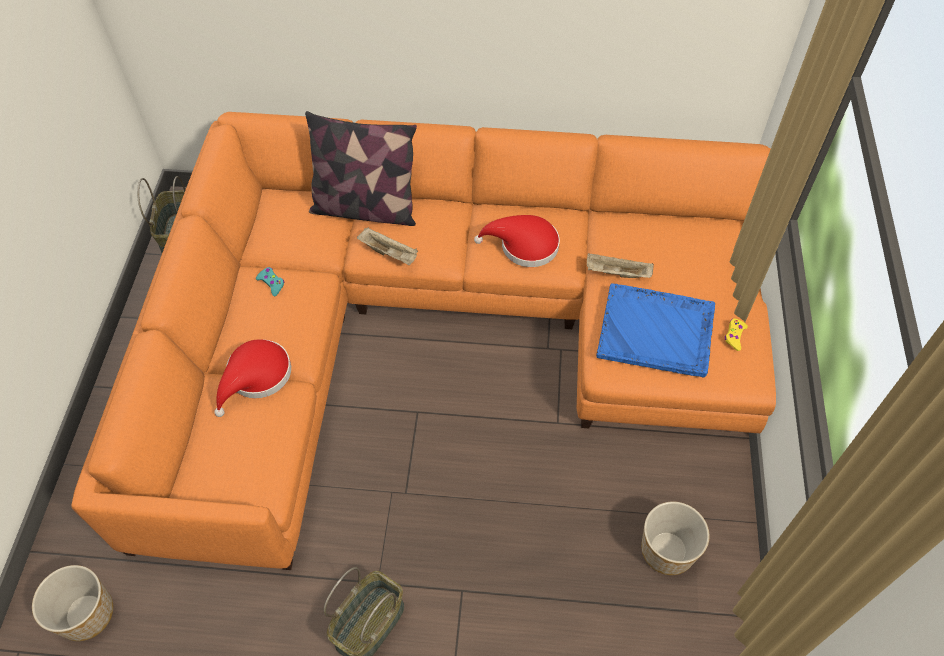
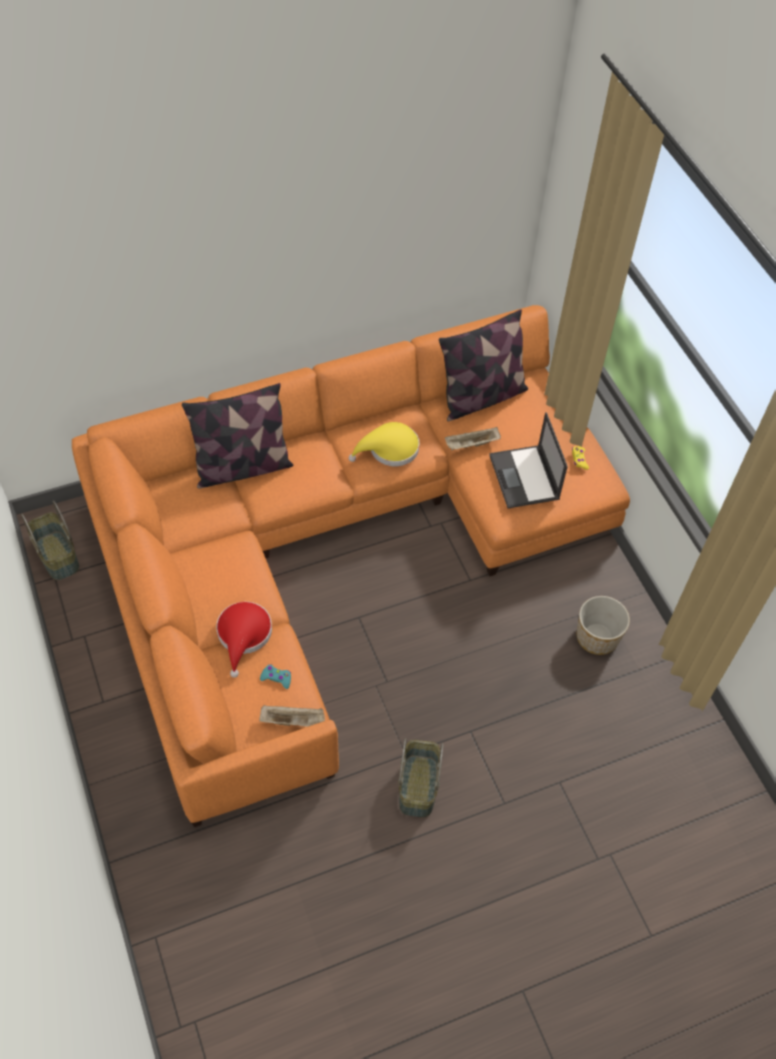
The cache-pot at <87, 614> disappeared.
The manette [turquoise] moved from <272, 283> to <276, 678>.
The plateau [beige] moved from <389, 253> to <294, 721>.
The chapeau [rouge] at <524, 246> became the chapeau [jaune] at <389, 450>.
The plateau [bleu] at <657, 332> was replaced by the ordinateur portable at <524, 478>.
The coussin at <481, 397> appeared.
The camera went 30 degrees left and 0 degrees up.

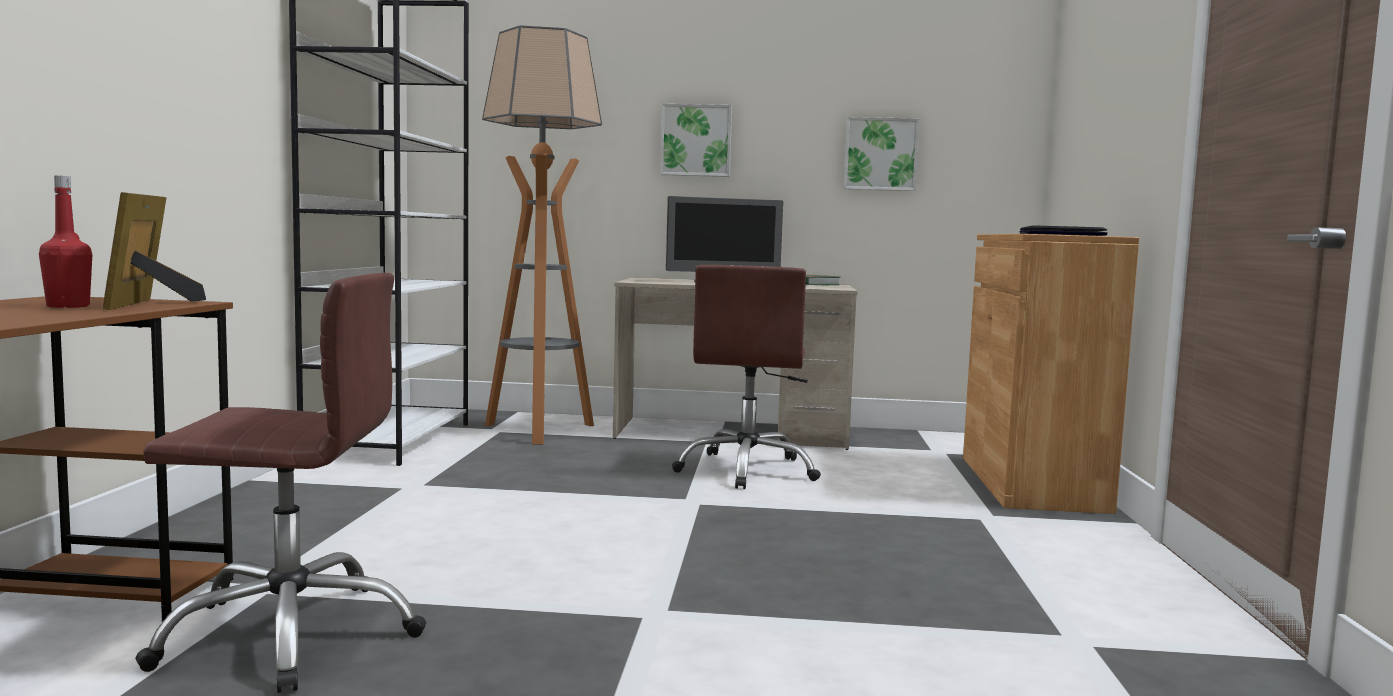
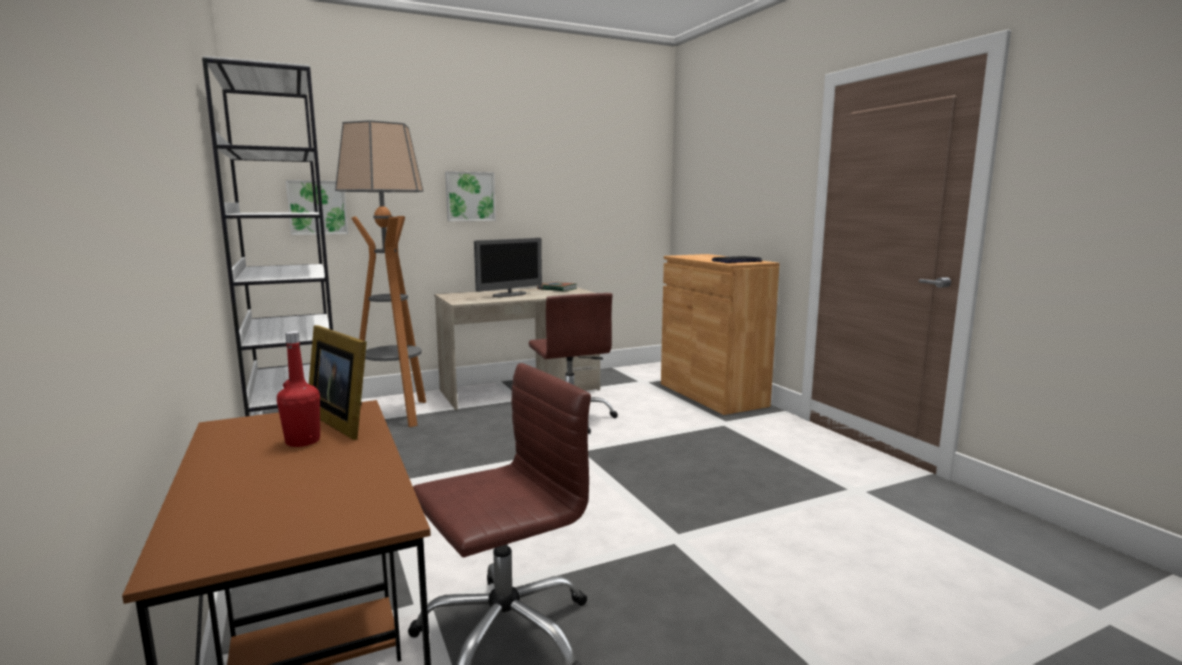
The tableau moved from <880, 154> to <317, 207>.
The camera went 30 degrees left and 5 degrees up.

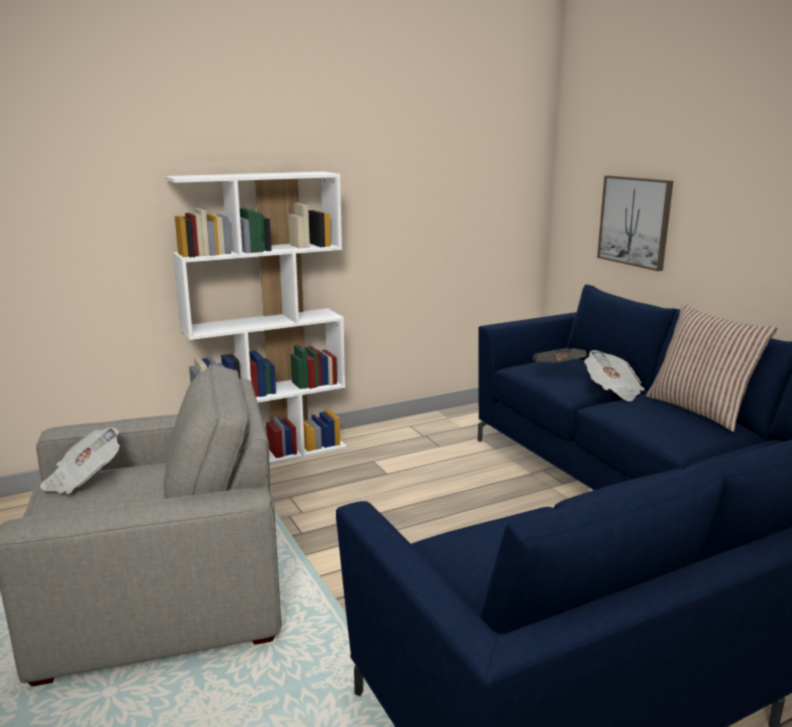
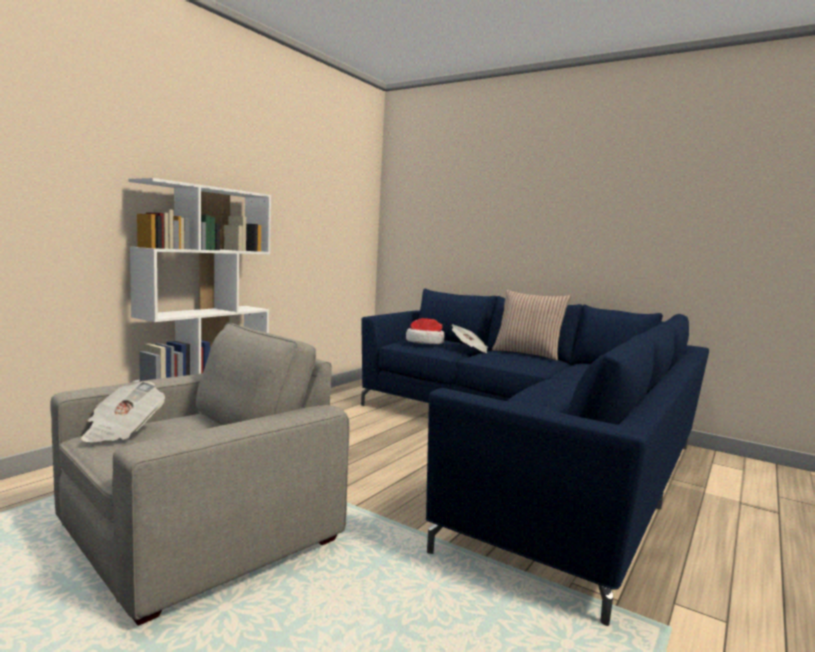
The journal at <558, 370> was replaced by the chapeau at <425, 342>.
The tableau at <635, 221> disappeared.
The camera went 30 degrees left and 10 degrees down.

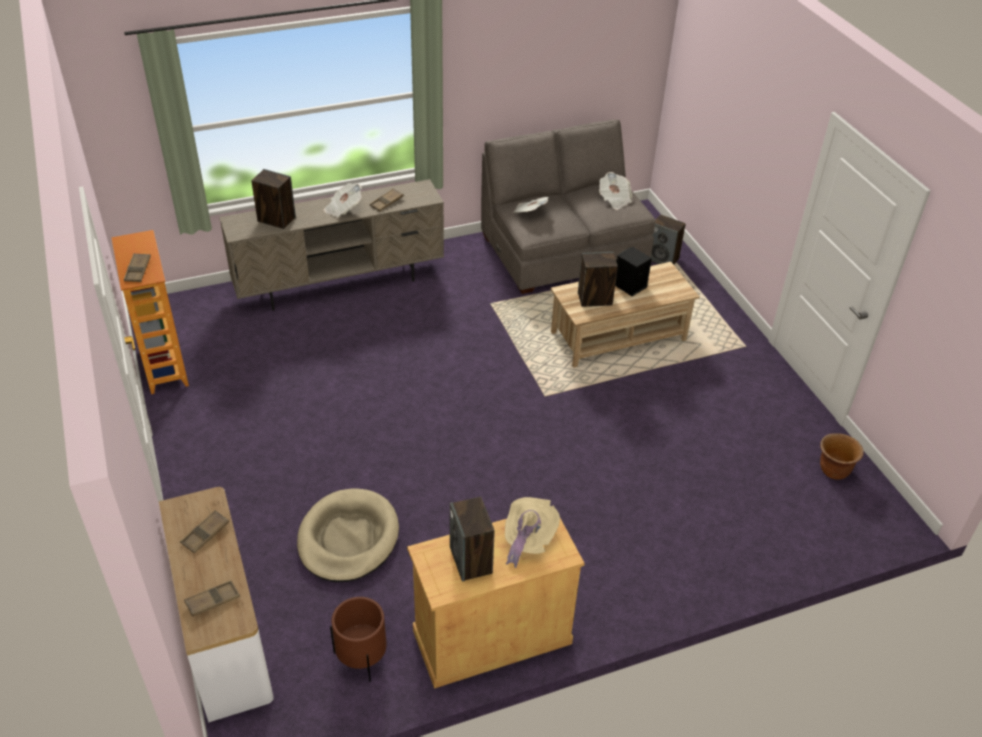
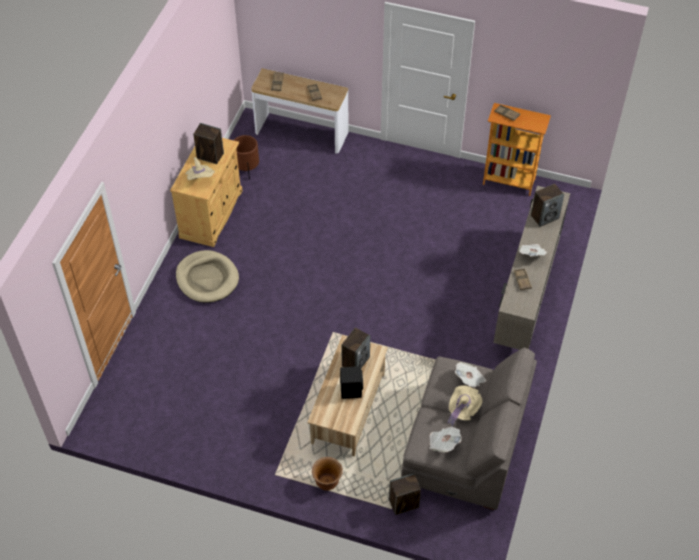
The panier pour chien [beige] moved from <348, 538> to <207, 278>.
The cache-pot [marron] moved from <833, 471> to <327, 482>.
The chapeau [beige] at <462, 410> appeared.
The camera went 130 degrees right and 10 degrees up.

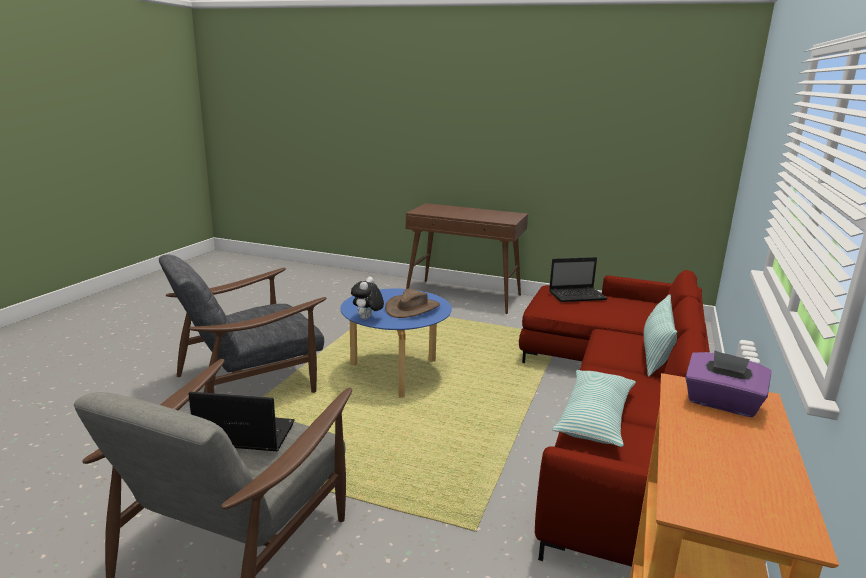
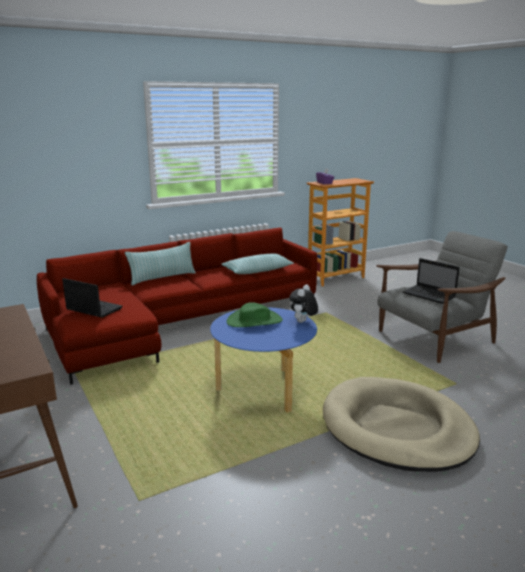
The fauteuil [gris] at <250, 382> was replaced by the panier pour chien [beige] at <397, 428>.
The peluche at <367, 319> turned 150 degrees clockwise.
The chapeau [marron] at <412, 308> became the chapeau [vert] at <254, 321>.
The camera went 140 degrees left and 0 degrees up.

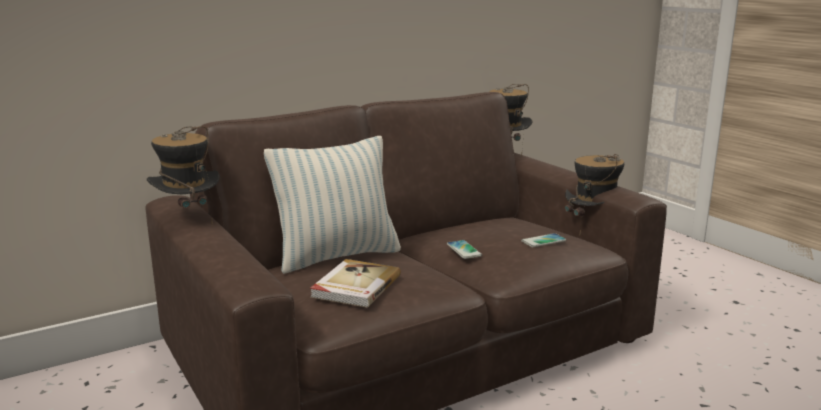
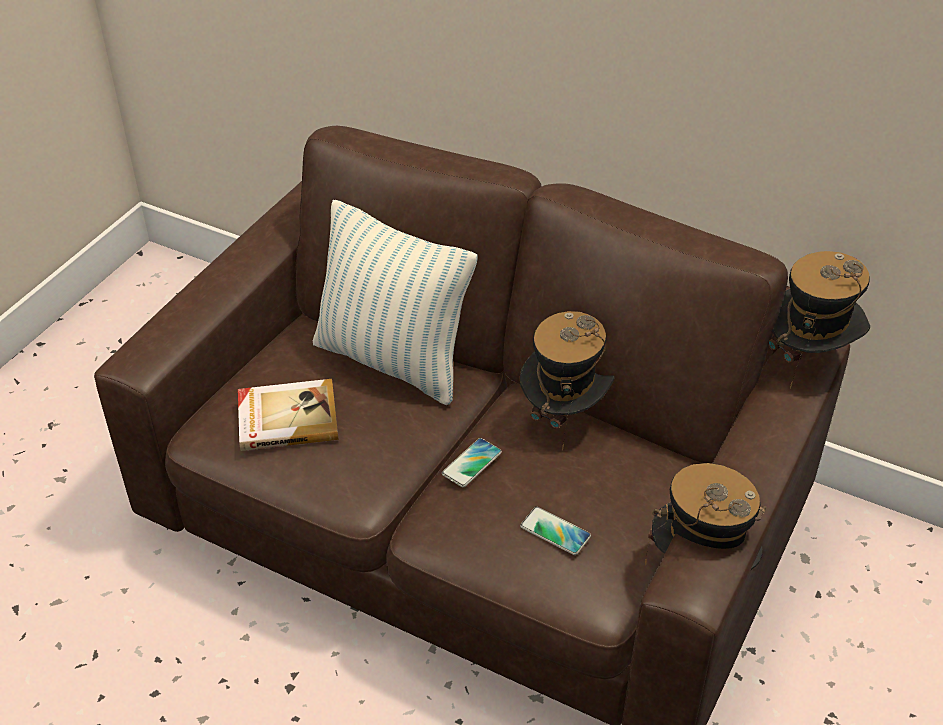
The chapeau moved from <187, 218> to <564, 415>.
The camera went 60 degrees right and 25 degrees up.

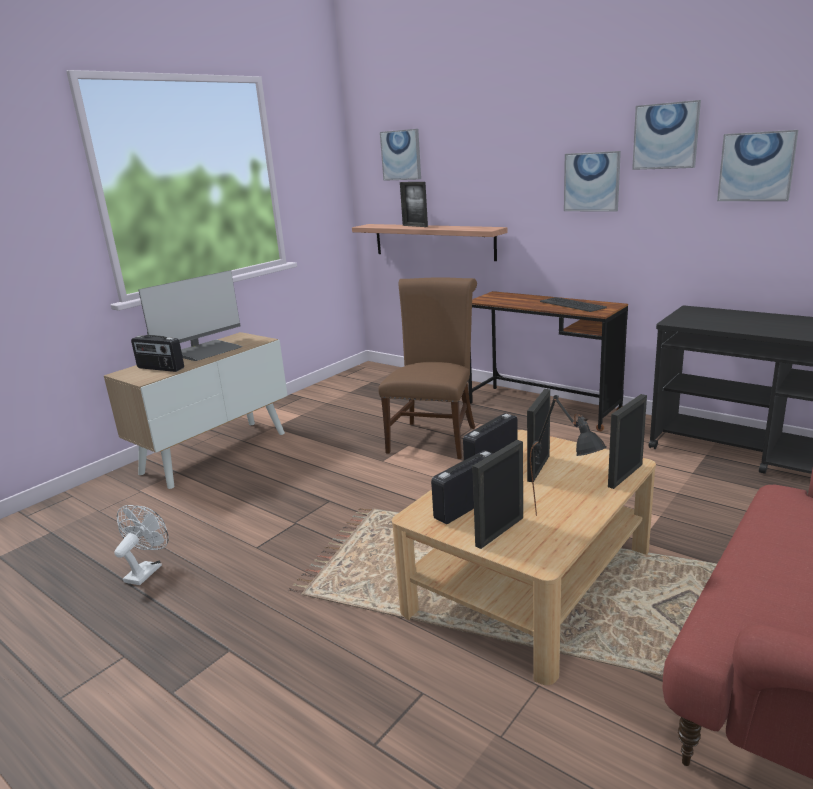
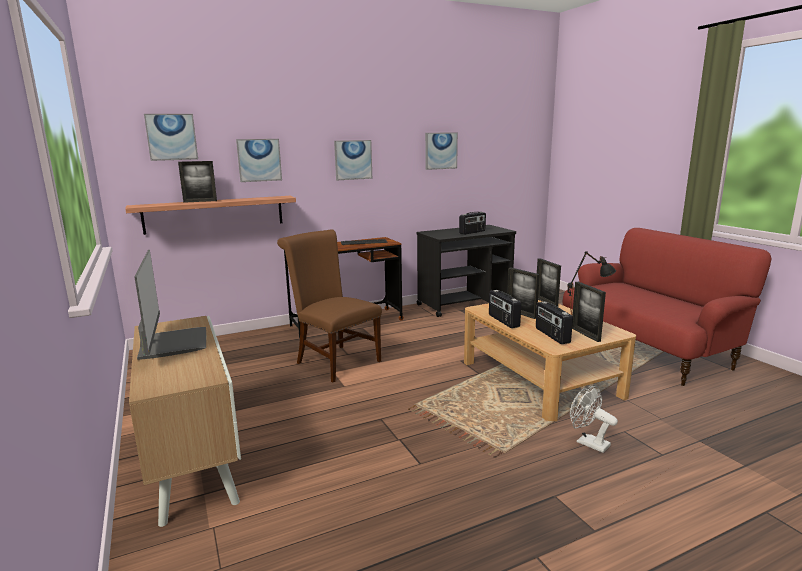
The ventilateur [blanc] moved from <147, 570> to <588, 442>.
The radio moved from <160, 368> to <472, 232>.
The tableau moved from <665, 136> to <259, 160>.
The camera went 65 degrees left and 5 degrees down.

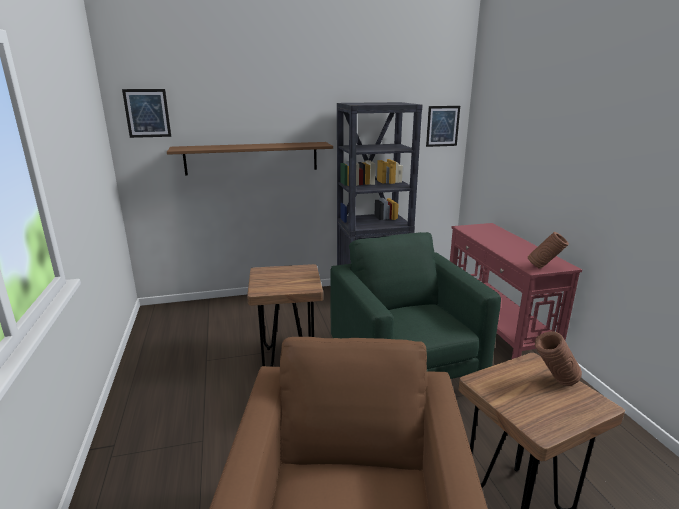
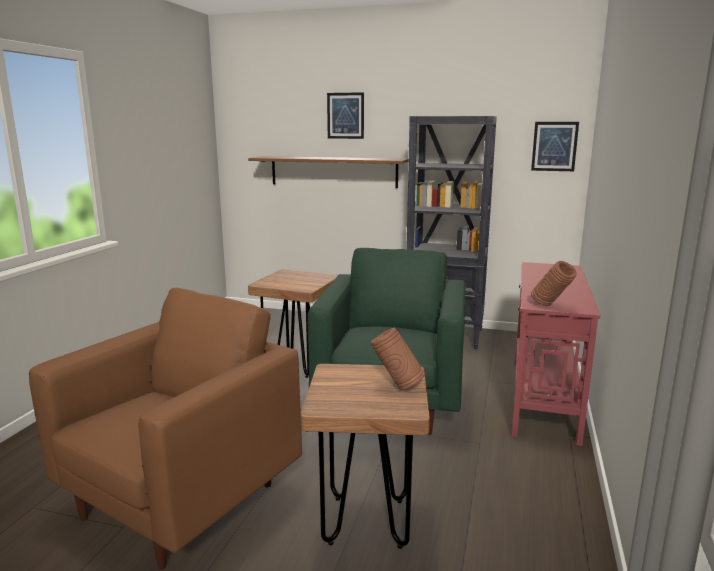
The tableau moved from <147, 113> to <345, 115>.
The camera went 30 degrees right and 5 degrees down.

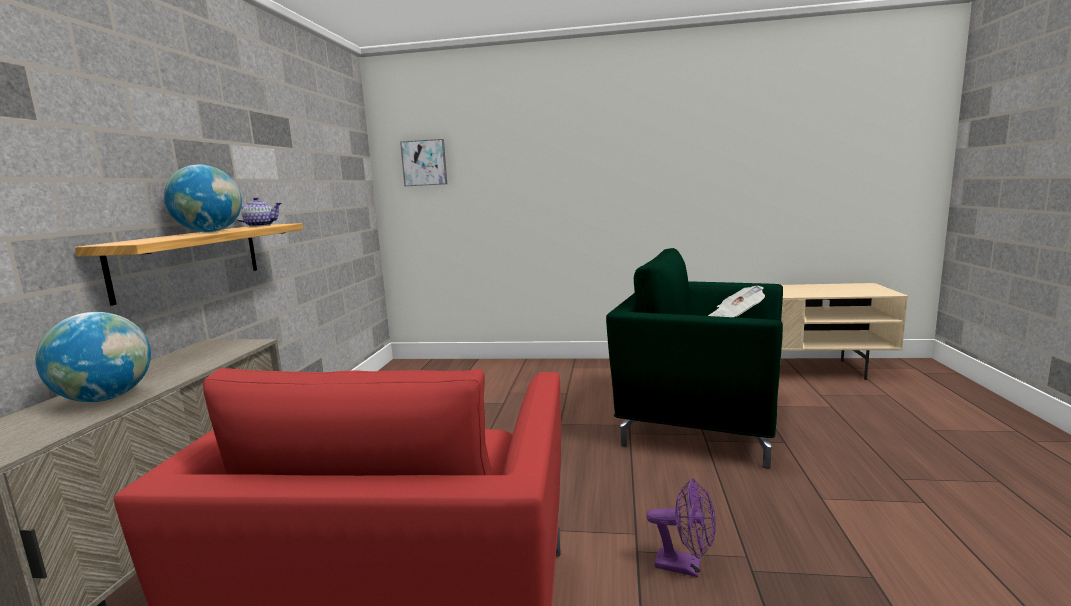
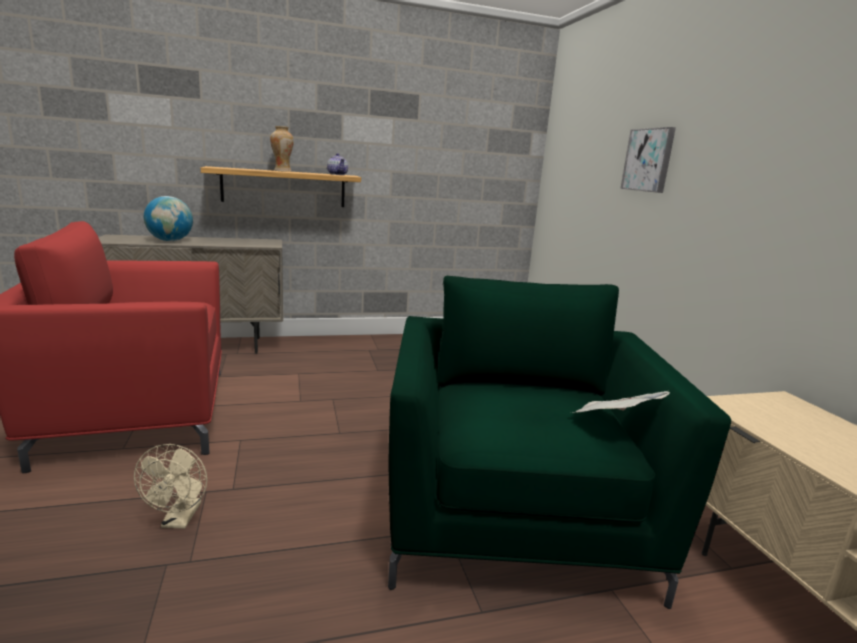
The globe at <210, 232> was replaced by the vase at <282, 171>.
The tableau moved from <424, 163> to <648, 160>.
The ventilateur [violet] at <685, 566> became the ventilateur [beige] at <179, 520>.
The camera went 65 degrees right and 5 degrees up.

